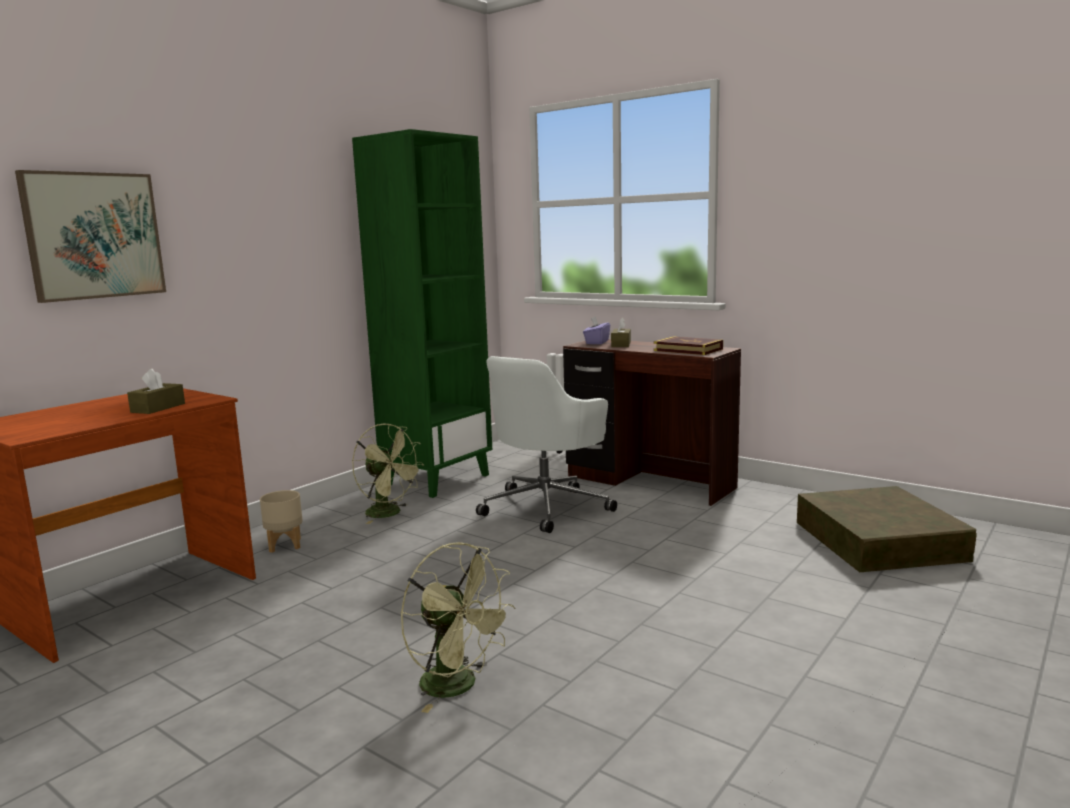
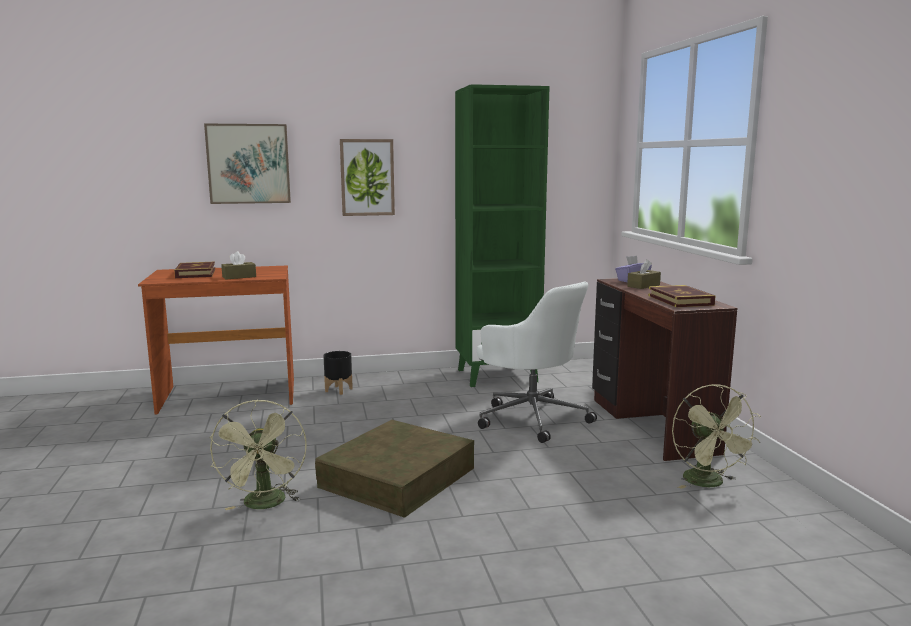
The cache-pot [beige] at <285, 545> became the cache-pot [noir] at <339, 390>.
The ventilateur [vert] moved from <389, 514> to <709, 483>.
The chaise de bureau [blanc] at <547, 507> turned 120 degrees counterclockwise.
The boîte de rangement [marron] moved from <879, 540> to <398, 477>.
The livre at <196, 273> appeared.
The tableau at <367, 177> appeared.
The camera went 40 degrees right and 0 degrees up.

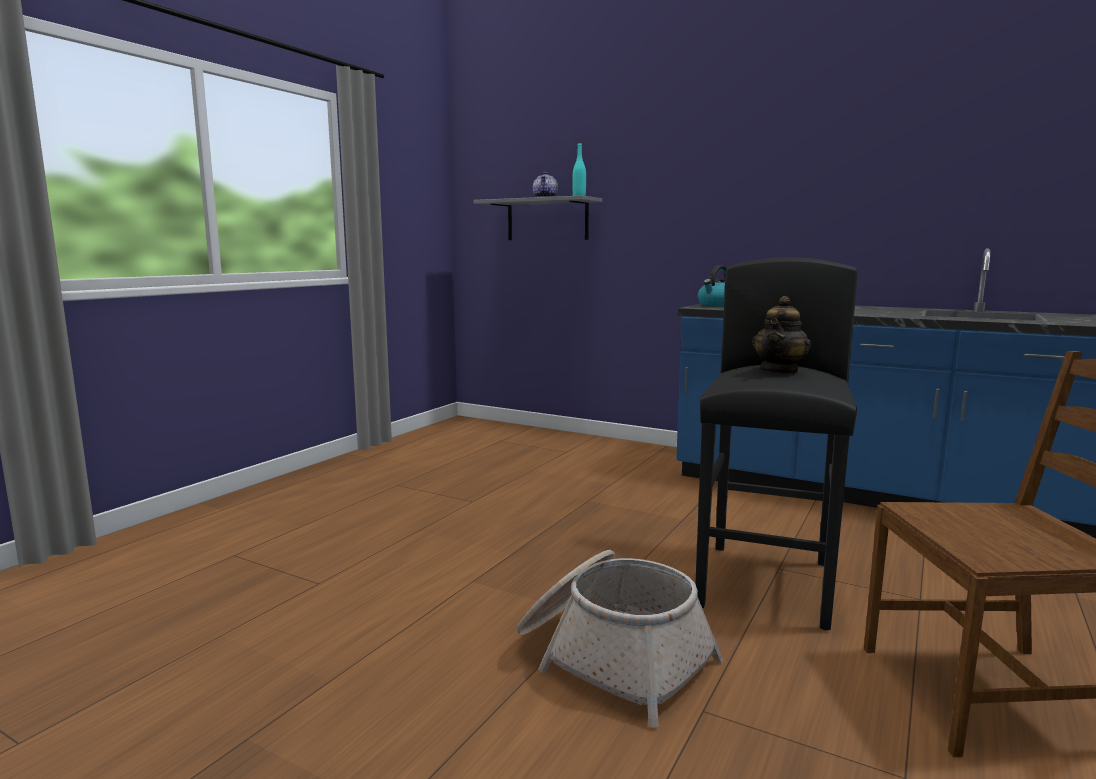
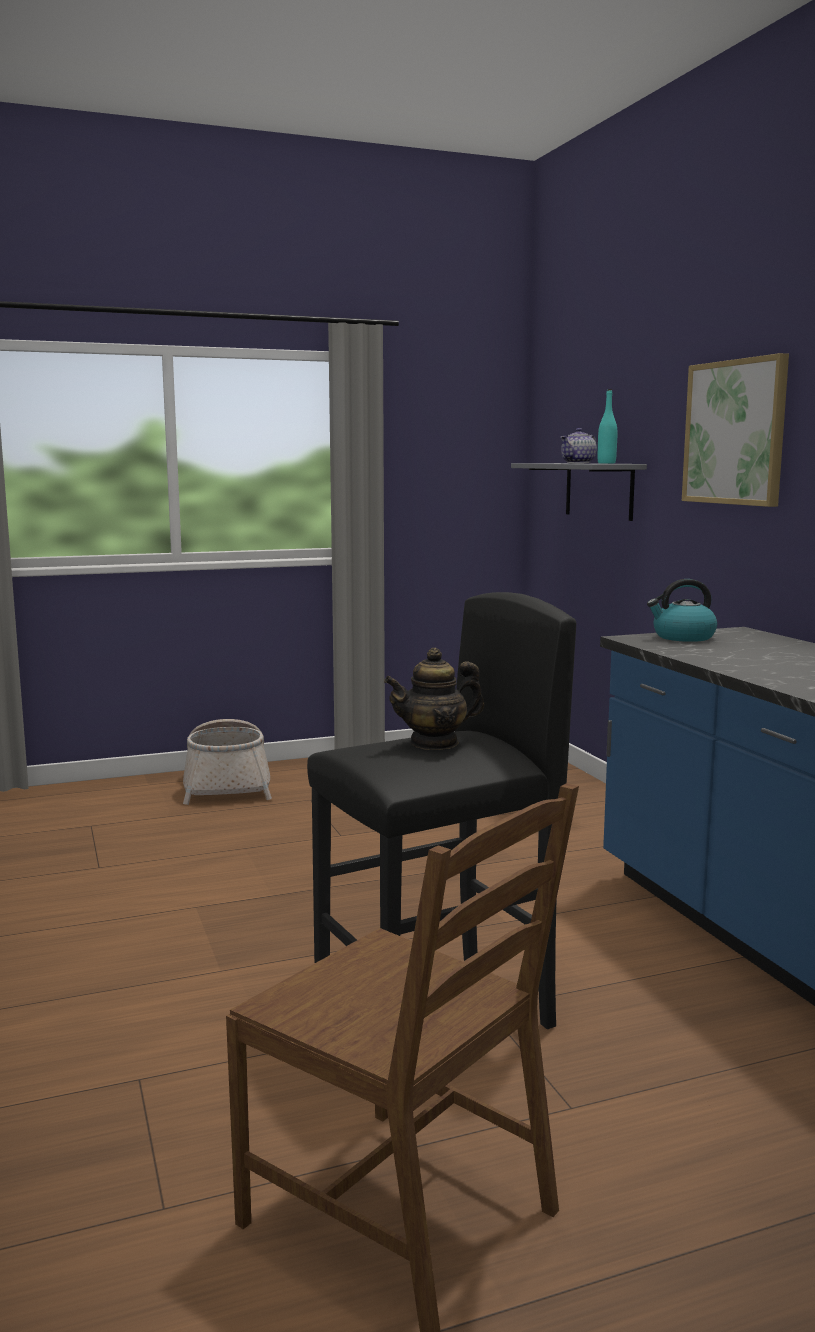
The panier moved from <611, 657> to <227, 785>.
The tableau at <735, 432> appeared.
The camera went 40 degrees right and 0 degrees up.

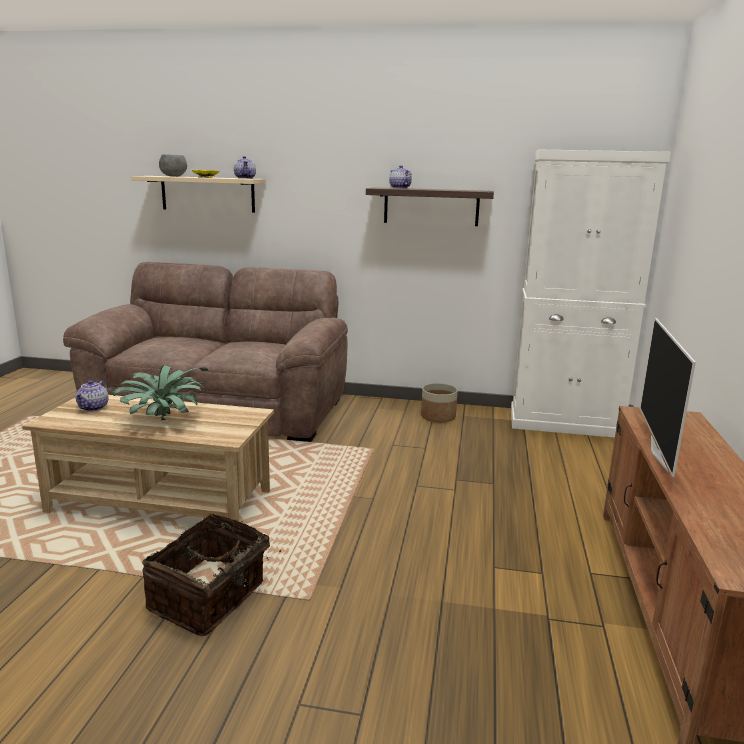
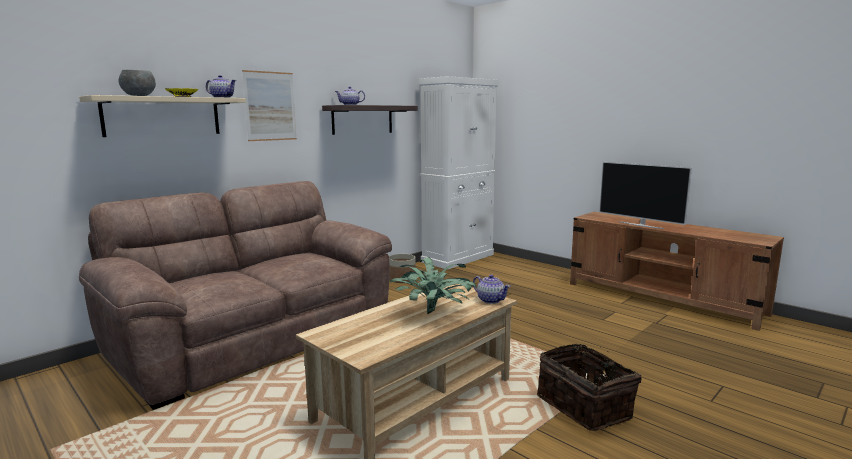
The théière moved from <94, 407> to <490, 300>.
The tableau at <270, 106> appeared.
The camera went 55 degrees left and 5 degrees down.

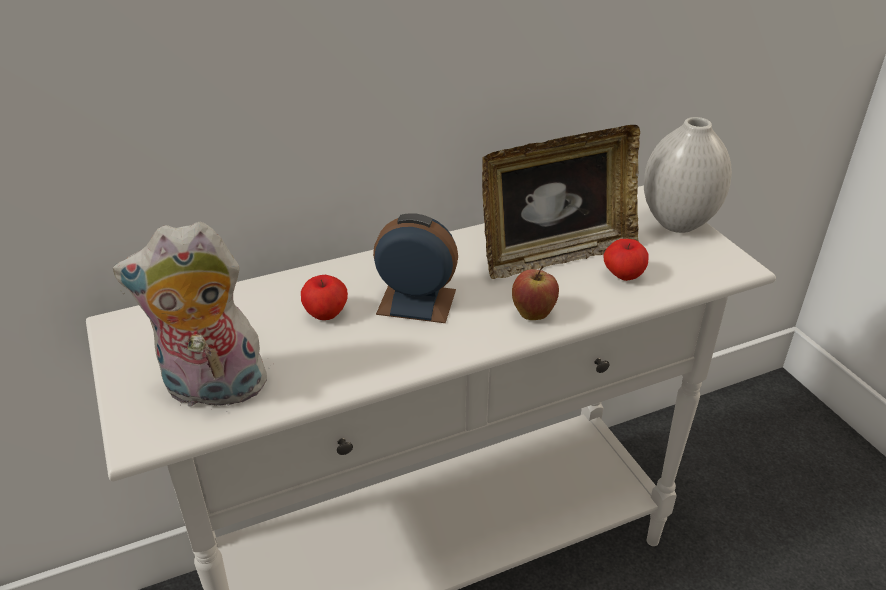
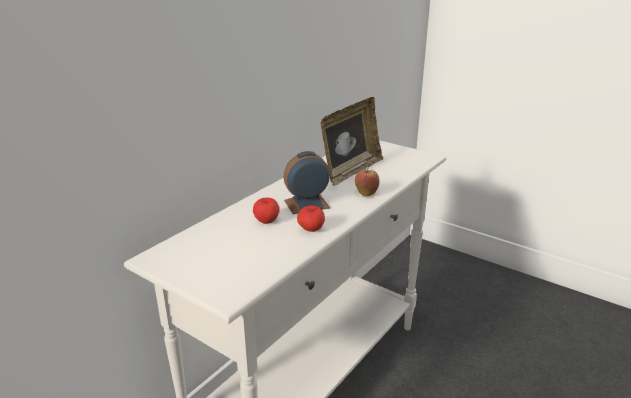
The peluche at <212, 391> disappeared.
The pomme moved from <623, 276> to <311, 229>.
The vase [blanc] at <678, 223> disappeared.
The camera went 30 degrees left and 10 degrees down.

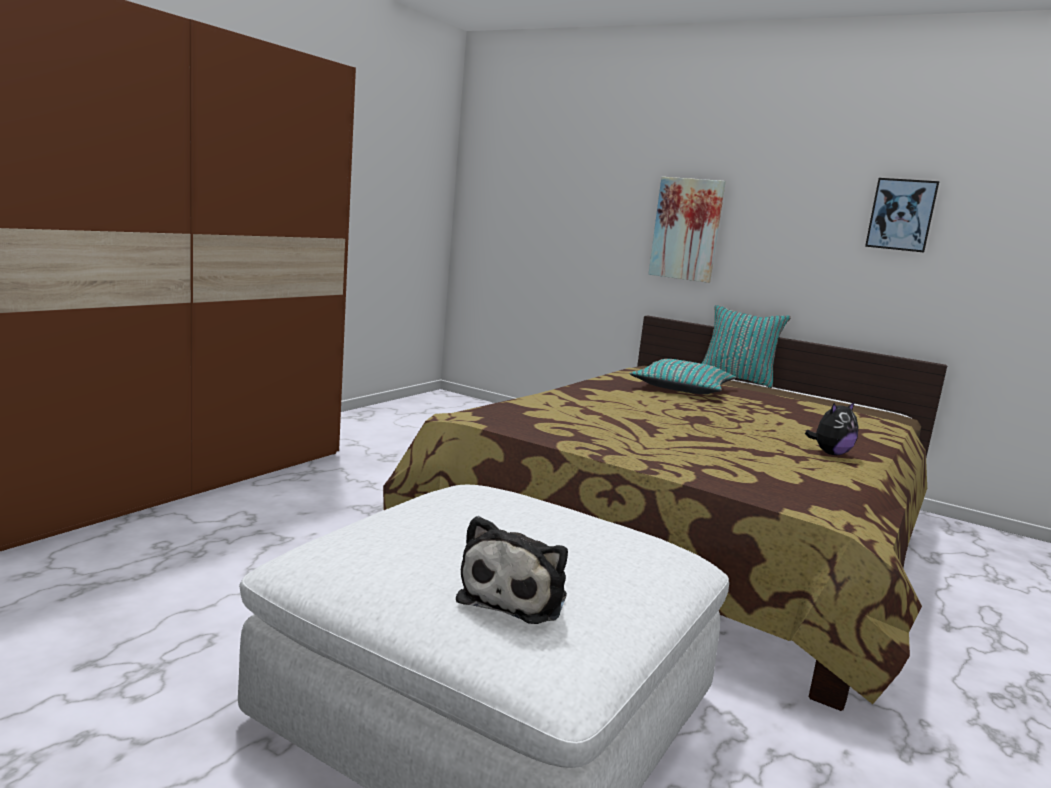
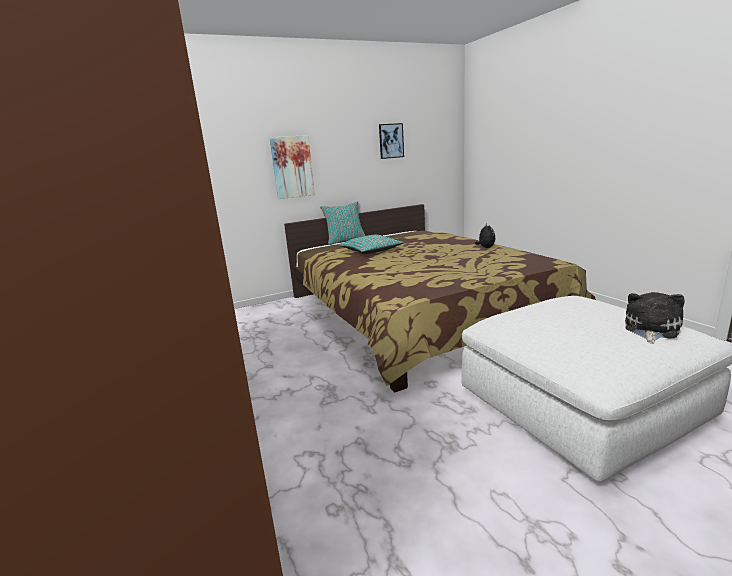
The peluche at <516, 596> turned 105 degrees counterclockwise.
The camera went 55 degrees left and 5 degrees up.

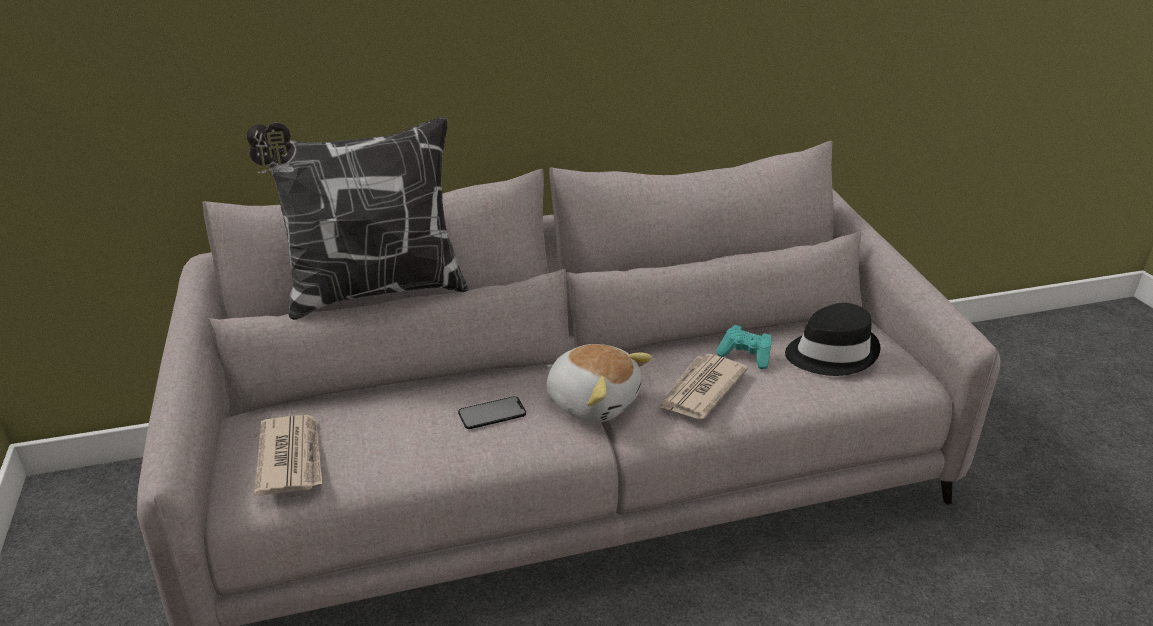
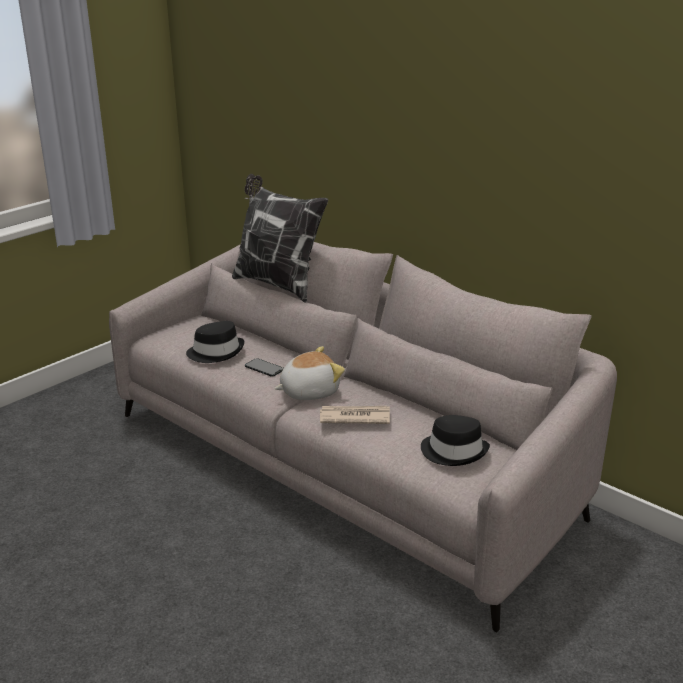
The journal at <291, 457> disappeared.
The peluche at <593, 401> turned 120 degrees counterclockwise.
The manette [turquoise] at <745, 356> disappeared.
The chapeau [noir] at <216, 352> appeared.
The camera went 60 degrees right and 5 degrees down.

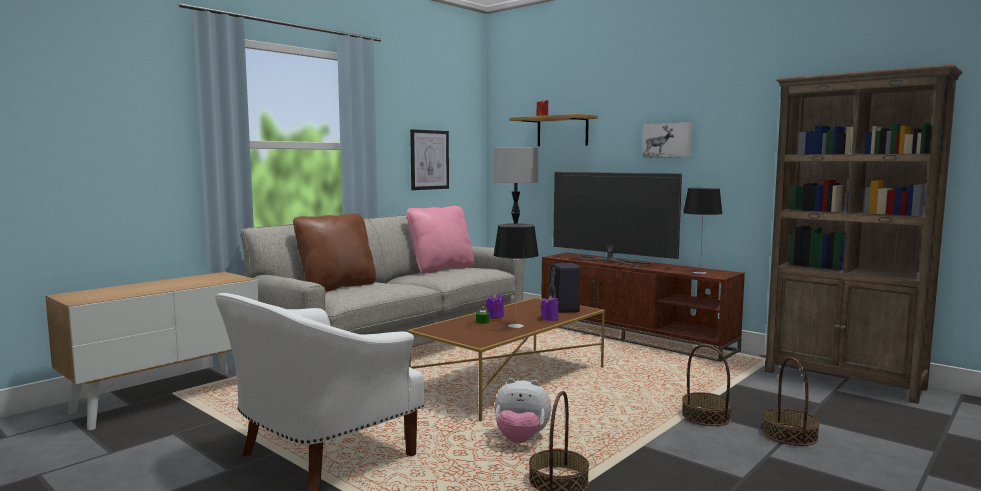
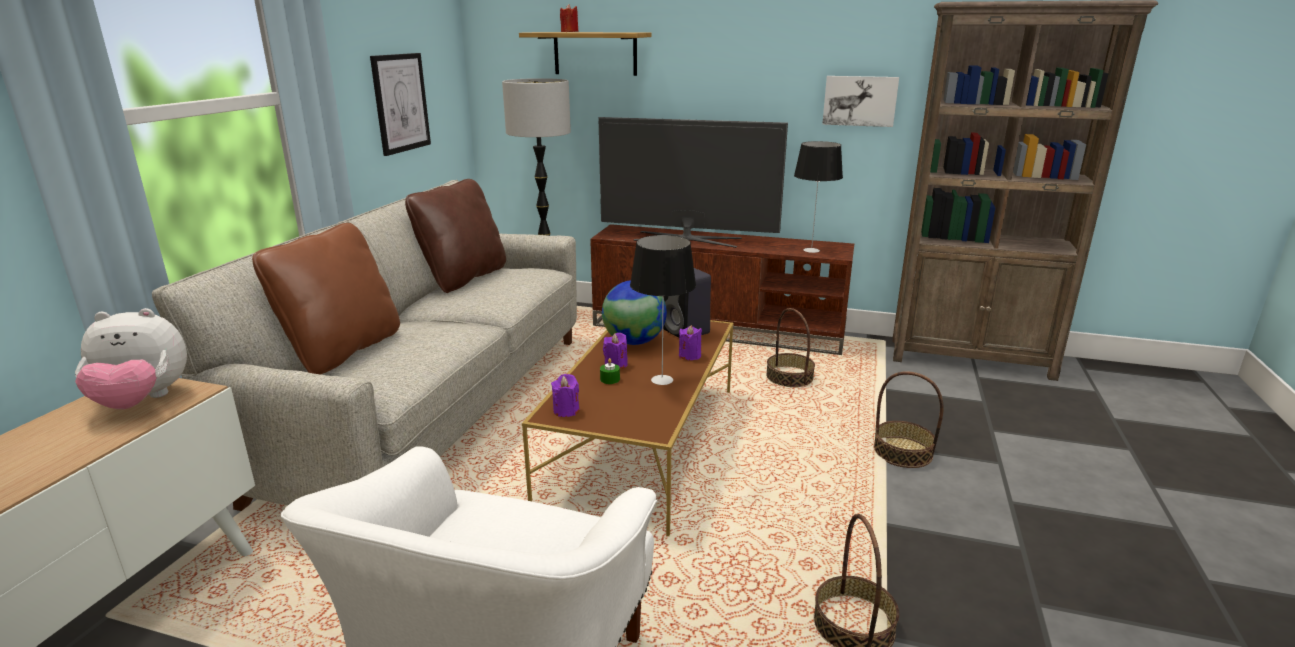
The coussin [rose] at <441, 269> became the coussin [marron] at <463, 278>.
The peluche moved from <521, 440> to <142, 402>.
The tableau moved from <668, 140> to <860, 100>.
The panier moved from <789, 435> to <789, 377>.
The bougie [violet] at <566, 410> appeared.
The globe at <634, 342> appeared.
The camera went 25 degrees left and 15 degrees up.

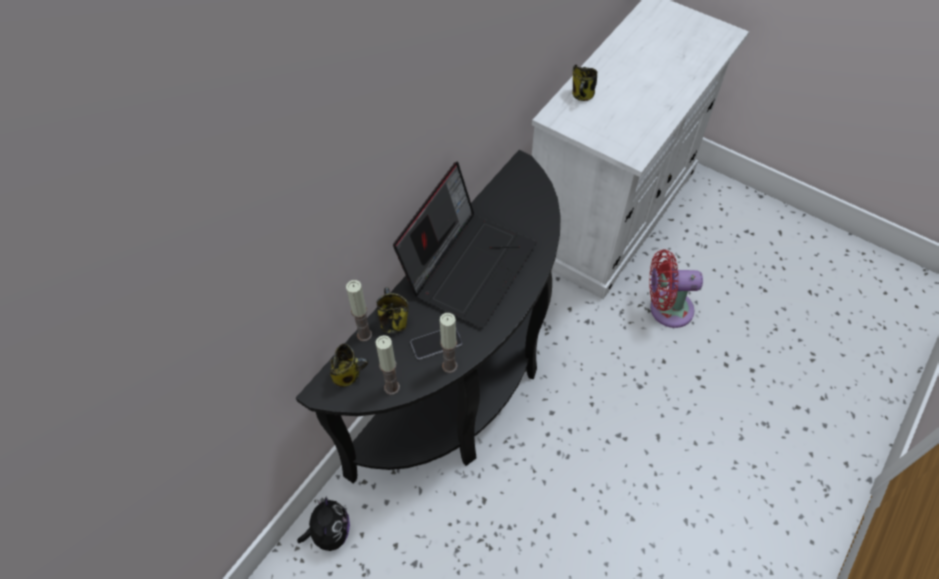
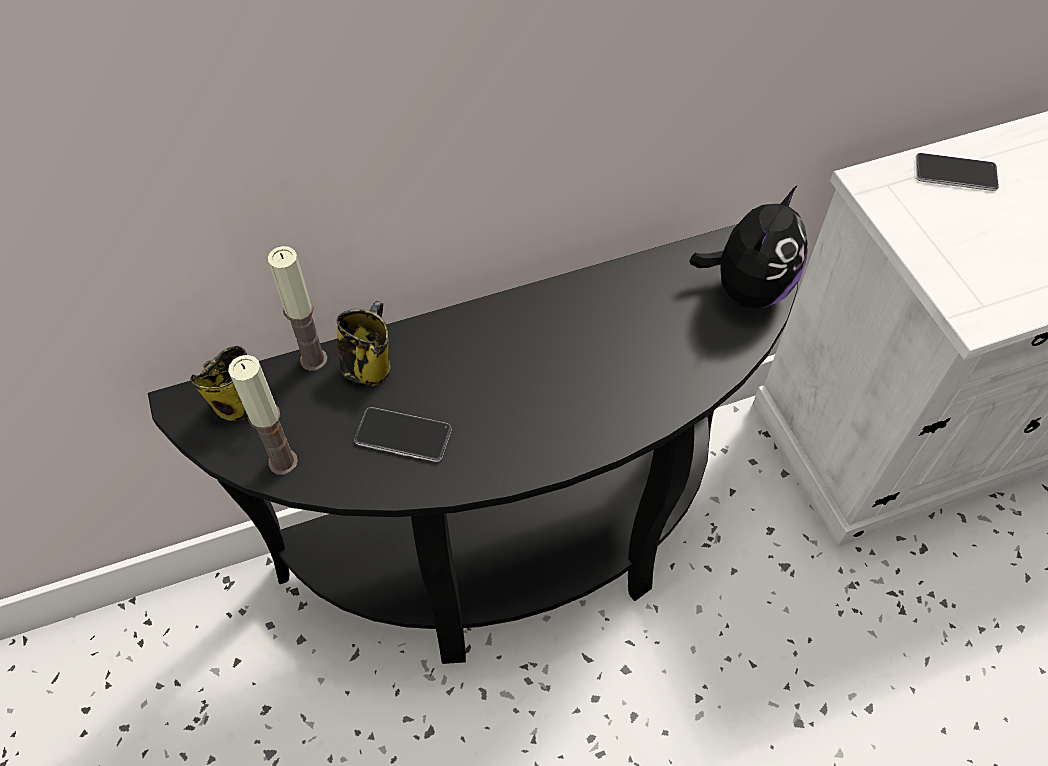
The peluche moved from <330, 532> to <747, 289>.
The ordinateur portable at <468, 265> disappeared.
The bougie at <449, 366> disappeared.
The mug at <582, 95> was replaced by the téléphone at <955, 173>.
The ventilateur [rouge] at <666, 309> disappeared.
The camera went 35 degrees right and 0 degrees up.

